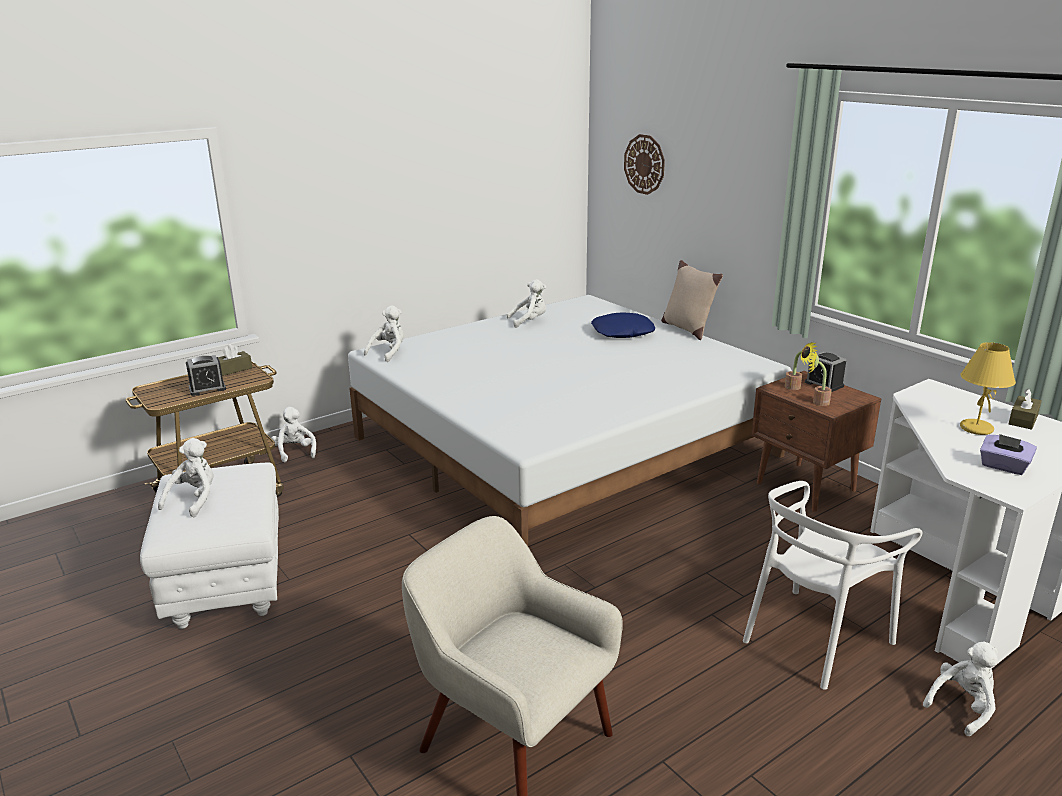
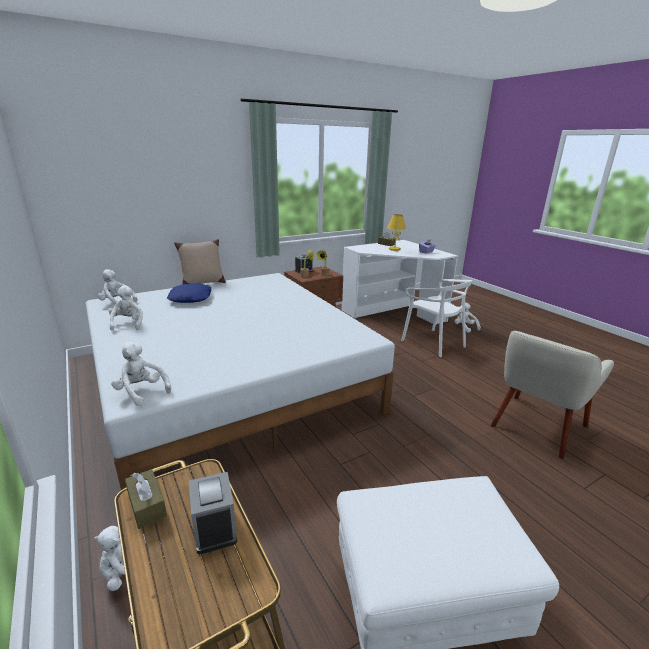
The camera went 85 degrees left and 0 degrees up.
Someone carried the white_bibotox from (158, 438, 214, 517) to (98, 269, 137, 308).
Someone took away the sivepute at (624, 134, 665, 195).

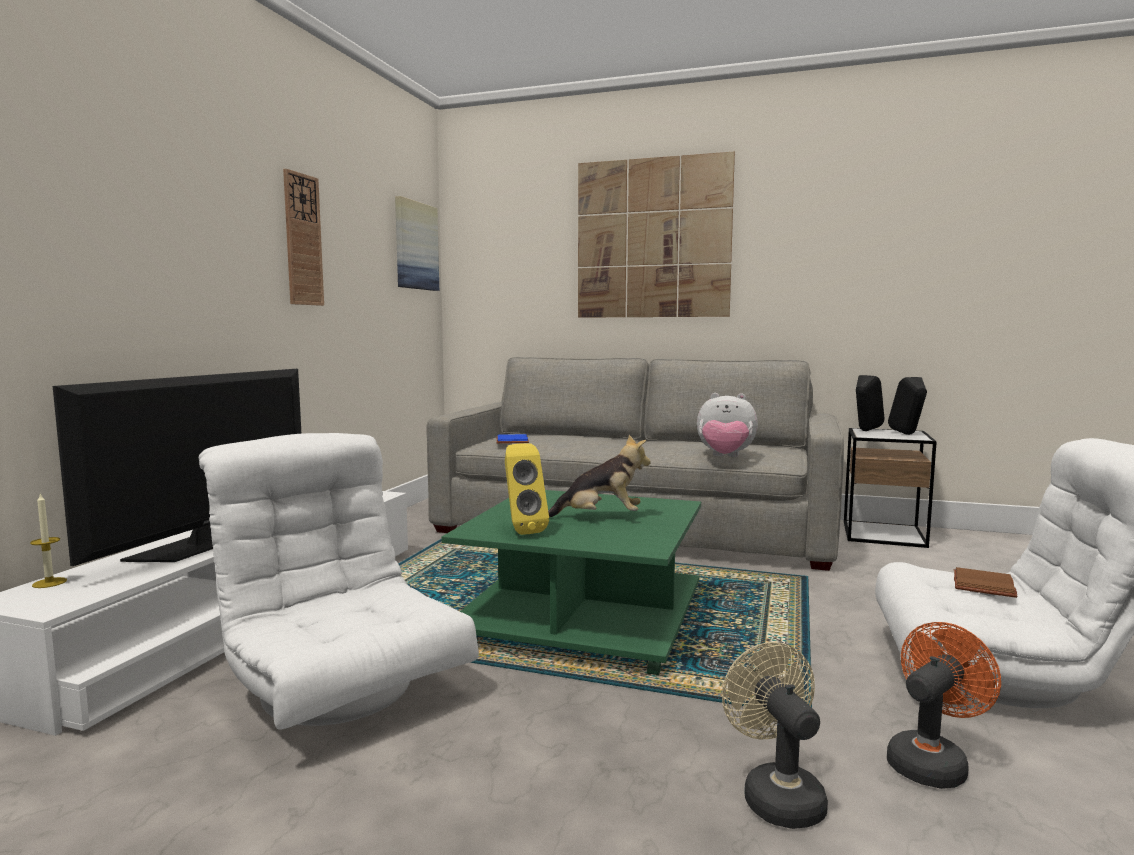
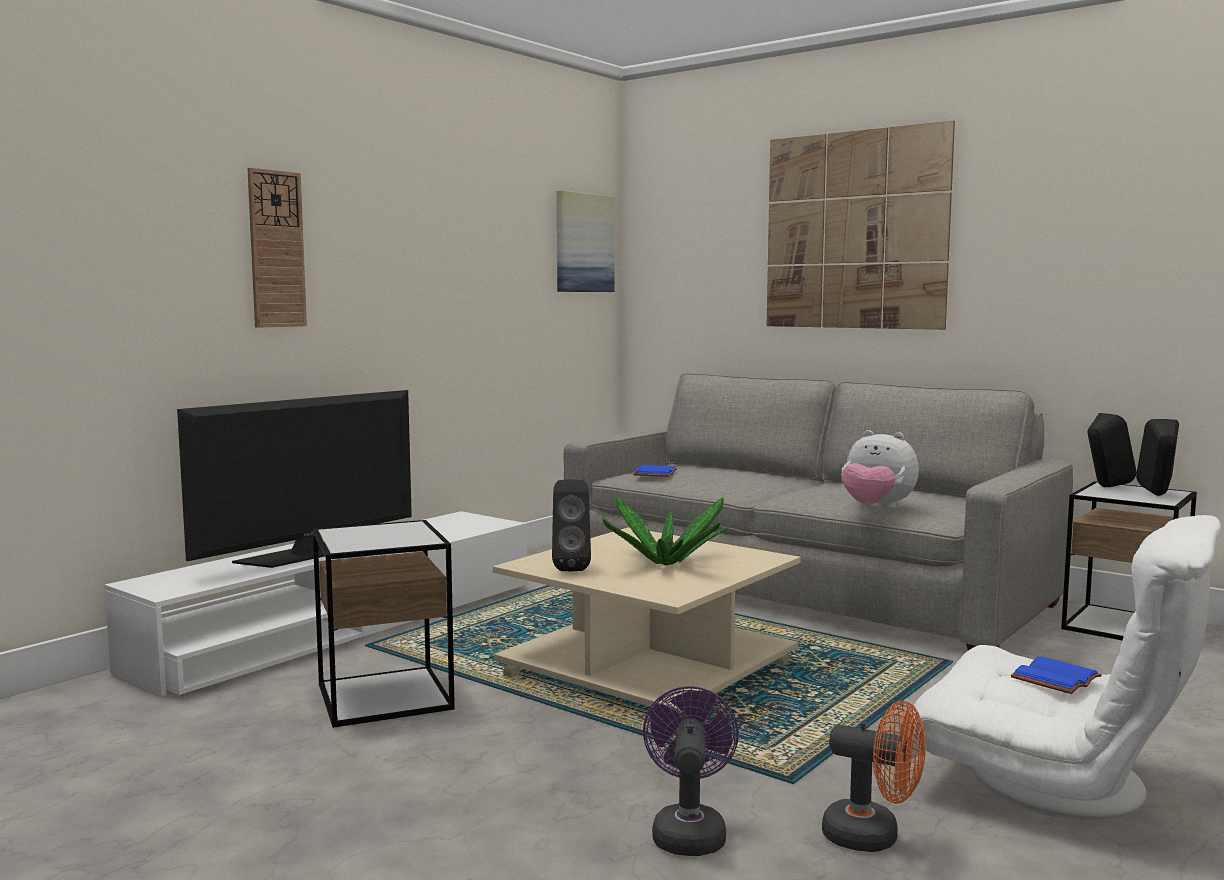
The camera went 20 degrees right and 0 degrees up.
Someone took away the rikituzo at (30, 493, 67, 588).
Someone swapped the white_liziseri at (199, 433, 479, 730) for the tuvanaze at (313, 520, 455, 728).
Someone carried the sivepute from (283, 169, 324, 306) to (247, 168, 307, 328).
Someone repainted the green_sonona at (441, 490, 701, 676), which became the beige_sonona at (493, 527, 801, 713).
Someone repainted the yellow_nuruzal at (505, 443, 549, 535), which became the black_nuruzal at (552, 479, 591, 571).
Someone swapped the bibotox at (548, 435, 651, 518) for the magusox at (601, 496, 730, 566).
Someone repainted the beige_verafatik at (722, 642, 828, 829), which became the purple_verafatik at (643, 686, 739, 856).
Someone rotated the orange_verafatik at (887, 622, 1001, 789) by 45 degrees clockwise.
Someone repainted the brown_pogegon at (954, 567, 1017, 598), which became the blue_pogegon at (1011, 656, 1102, 694).

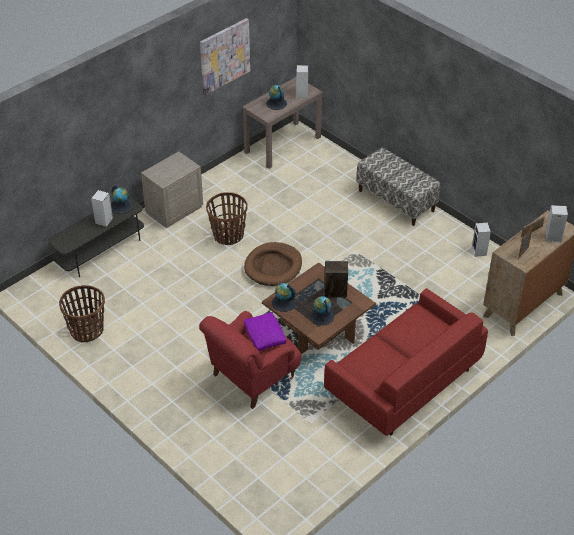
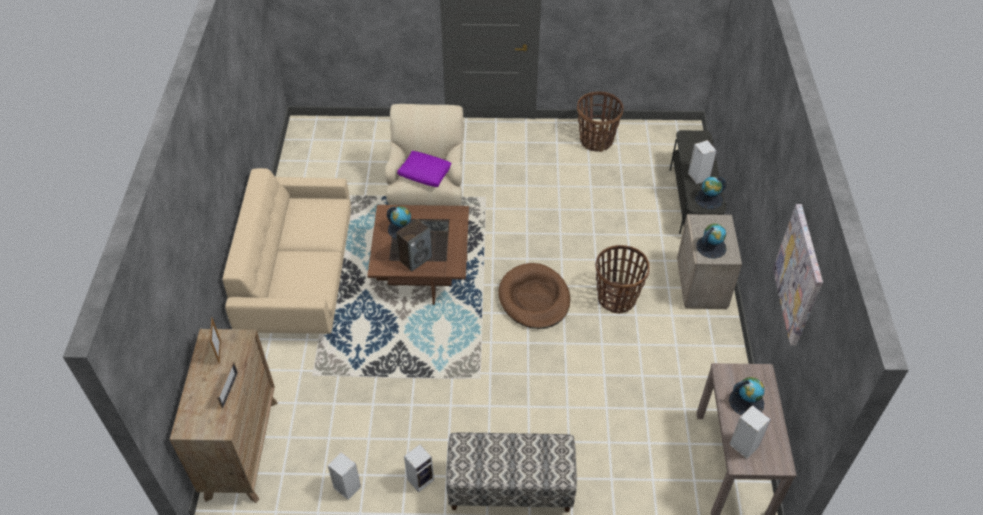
The camera went 135 degrees right and 5 degrees up.
Someone repainted the red_liziseri at (199, 311, 302, 409), which became the beige_liziseri at (385, 104, 464, 206).
Someone carried the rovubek from (272, 283, 296, 312) to (696, 223, 727, 259).
Someone repainted the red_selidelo at (324, 288, 488, 436), which became the beige_selidelo at (223, 168, 351, 334).
Someone carried the nuruzal from (545, 205, 568, 242) to (404, 444, 434, 492).

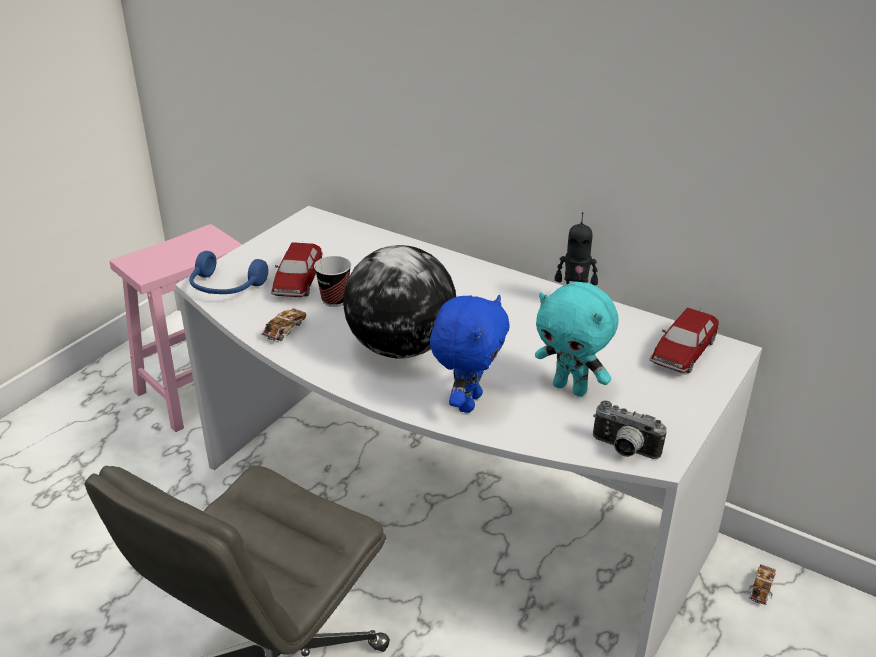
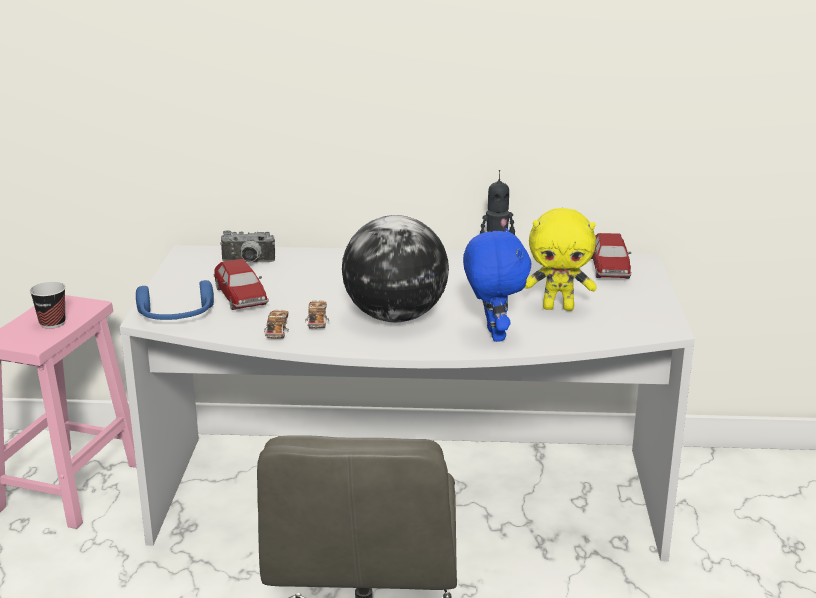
The camera went 30 degrees left and 10 degrees down.
Someone carried the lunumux from (314, 256, 351, 307) to (30, 282, 66, 329).
Someone repainted the turquoise_bibotox at (535, 282, 619, 397), which became the yellow_bibotox at (524, 208, 597, 311).
Someone carried the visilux from (593, 400, 667, 459) to (220, 230, 275, 262).
Someone carried the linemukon from (749, 564, 776, 605) to (305, 300, 329, 328).

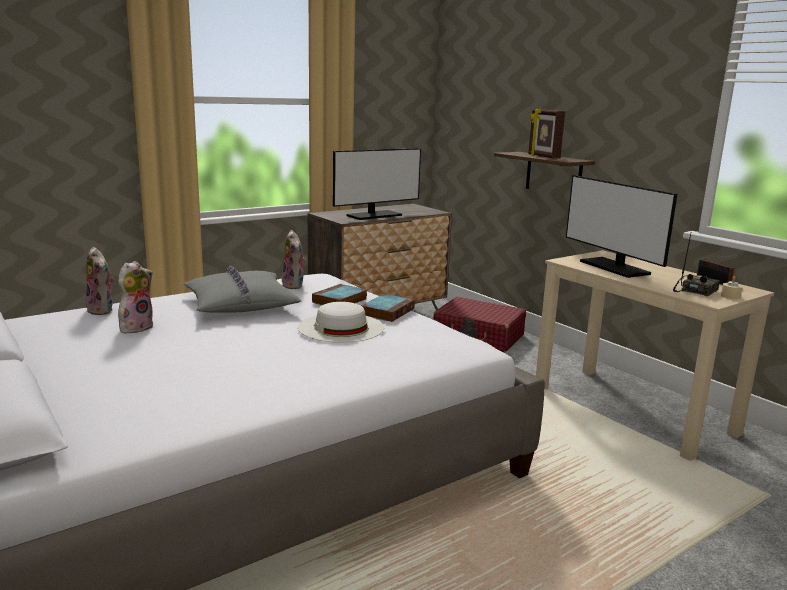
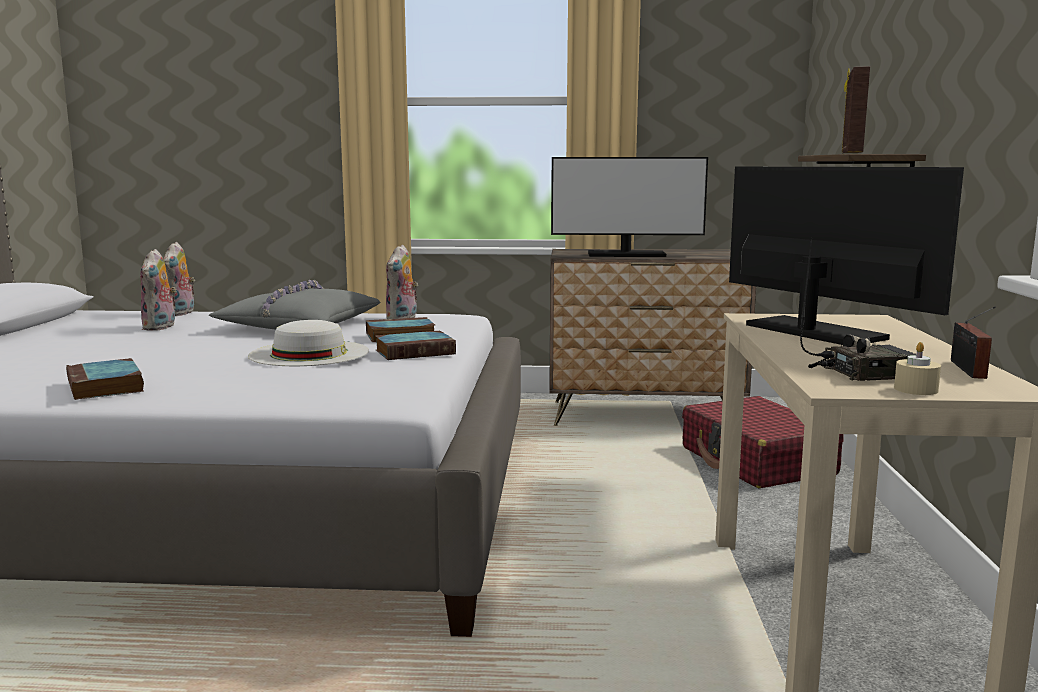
The camera went 40 degrees right and 5 degrees down.
Someone rotated the bibotox at (118, 261, 153, 333) by 105 degrees clockwise.
Someone rotated the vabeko at (566, 175, 677, 278) by 135 degrees clockwise.
Someone put down the pogegon at (66, 358, 144, 400).

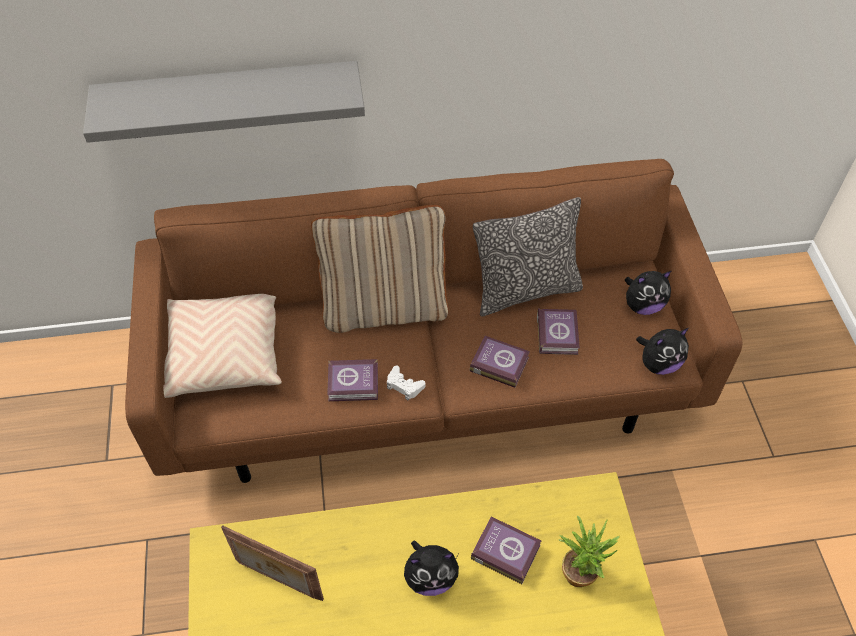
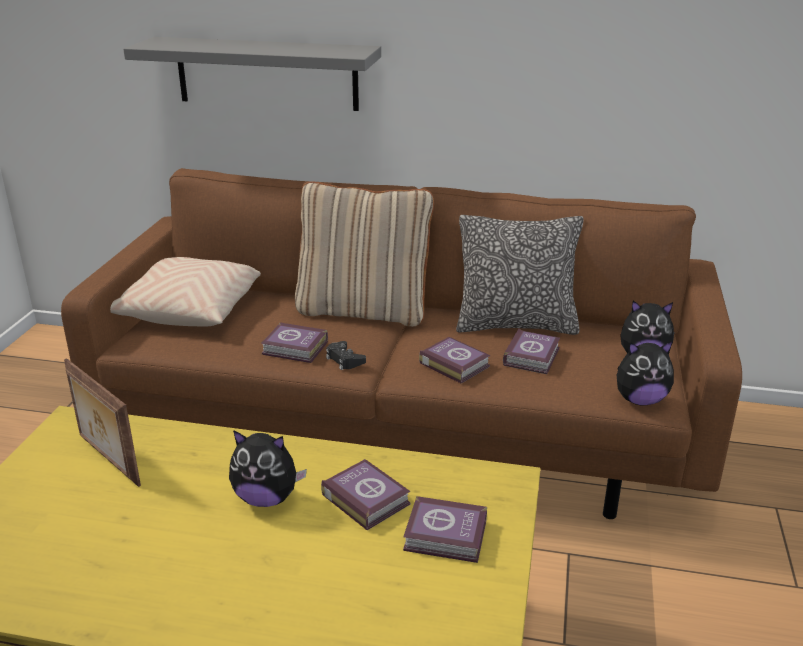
The camera went 20 degrees right and 25 degrees down.
Someone repainted the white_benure at (387, 366, 426, 400), which became the black_benure at (326, 341, 366, 370).
Someone swapped the magusox at (559, 515, 620, 587) for the pogegon at (403, 496, 487, 563).

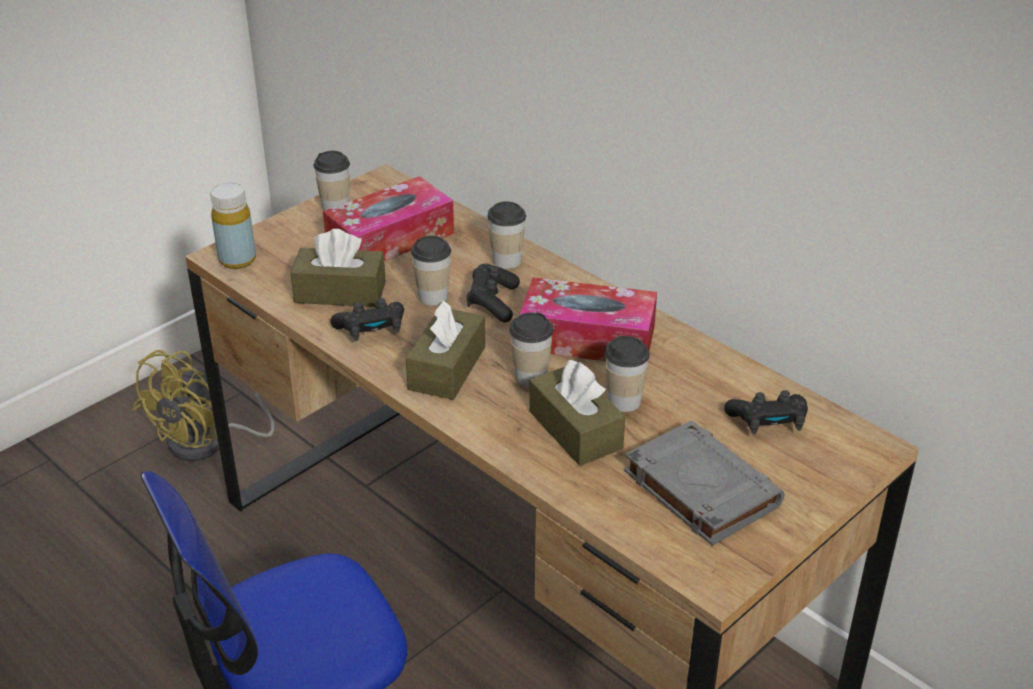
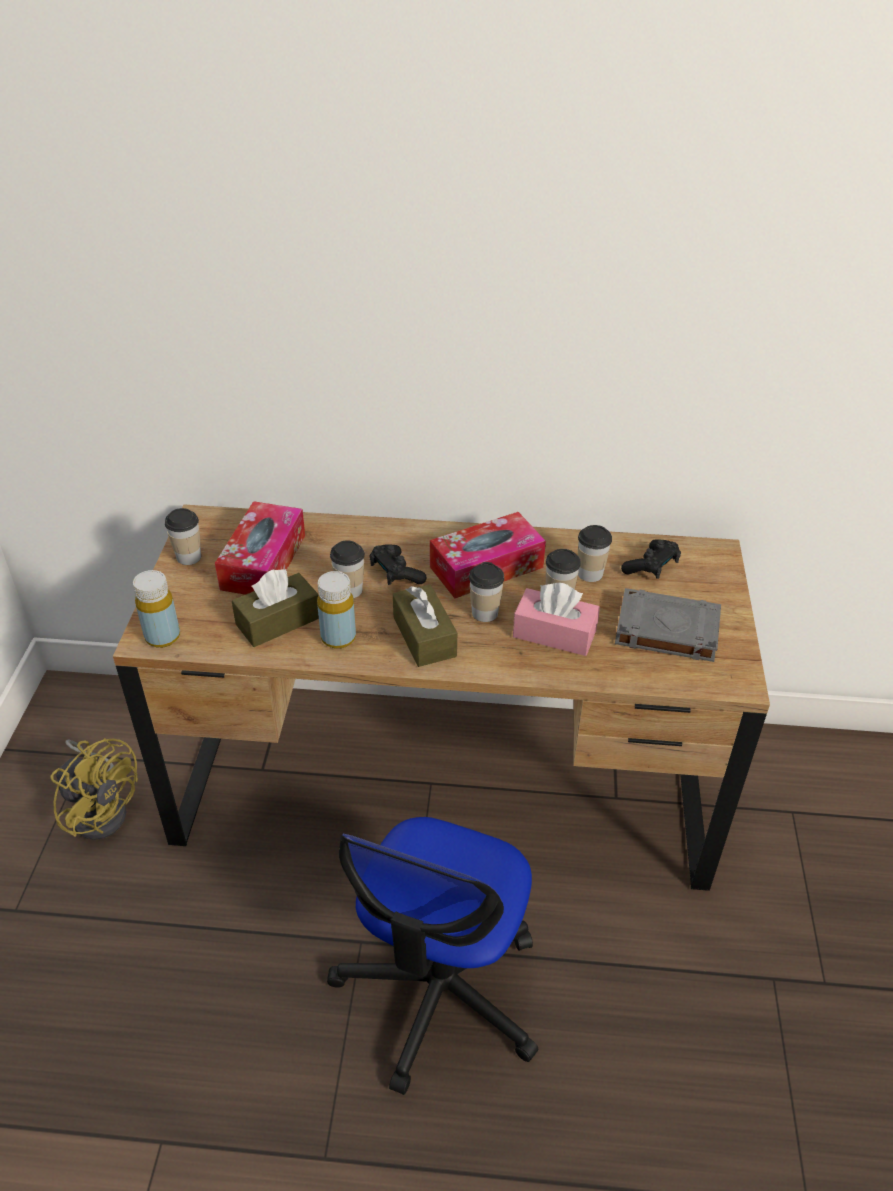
The camera went 40 degrees left and 5 degrees up.
Someone rotated the yellow_verafatik at (133, 350, 275, 461) by 45 degrees counterclockwise.
Someone swapped the black_benure at (330, 298, 404, 341) for the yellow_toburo at (317, 571, 356, 649).
Someone carried the lunumux from (488, 201, 526, 269) to (578, 525, 612, 582).
Someone repainted the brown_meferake at (529, 359, 625, 466), which became the pink_meferake at (513, 582, 600, 656).

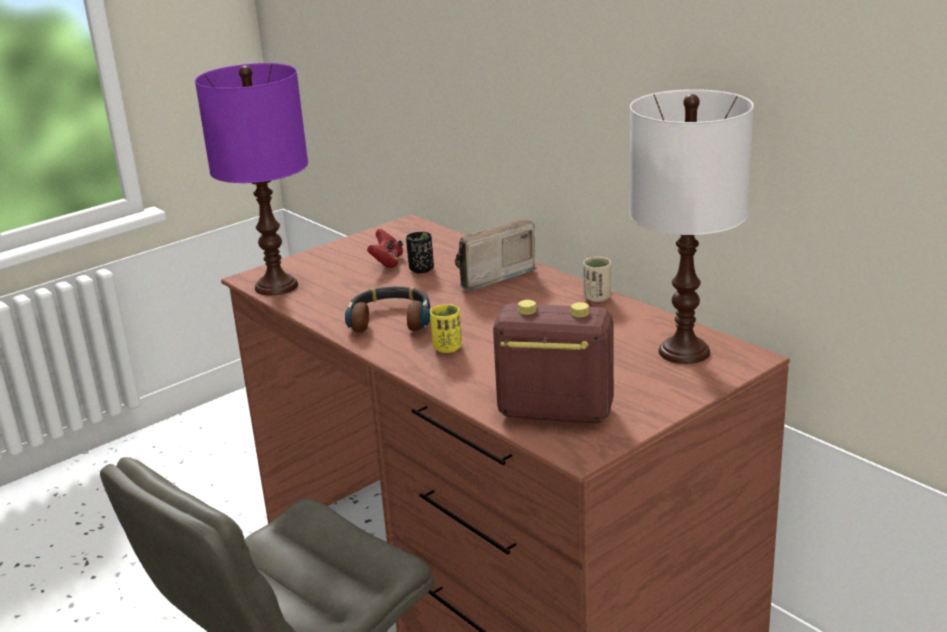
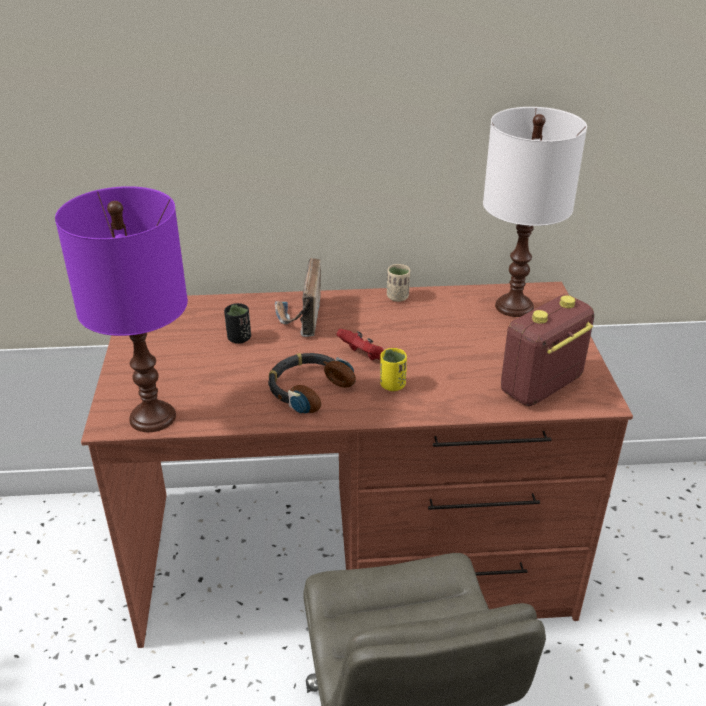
The camera went 55 degrees left and 10 degrees up.
Someone carried the red_benure from (367, 229, 403, 268) to (336, 329, 384, 361).

